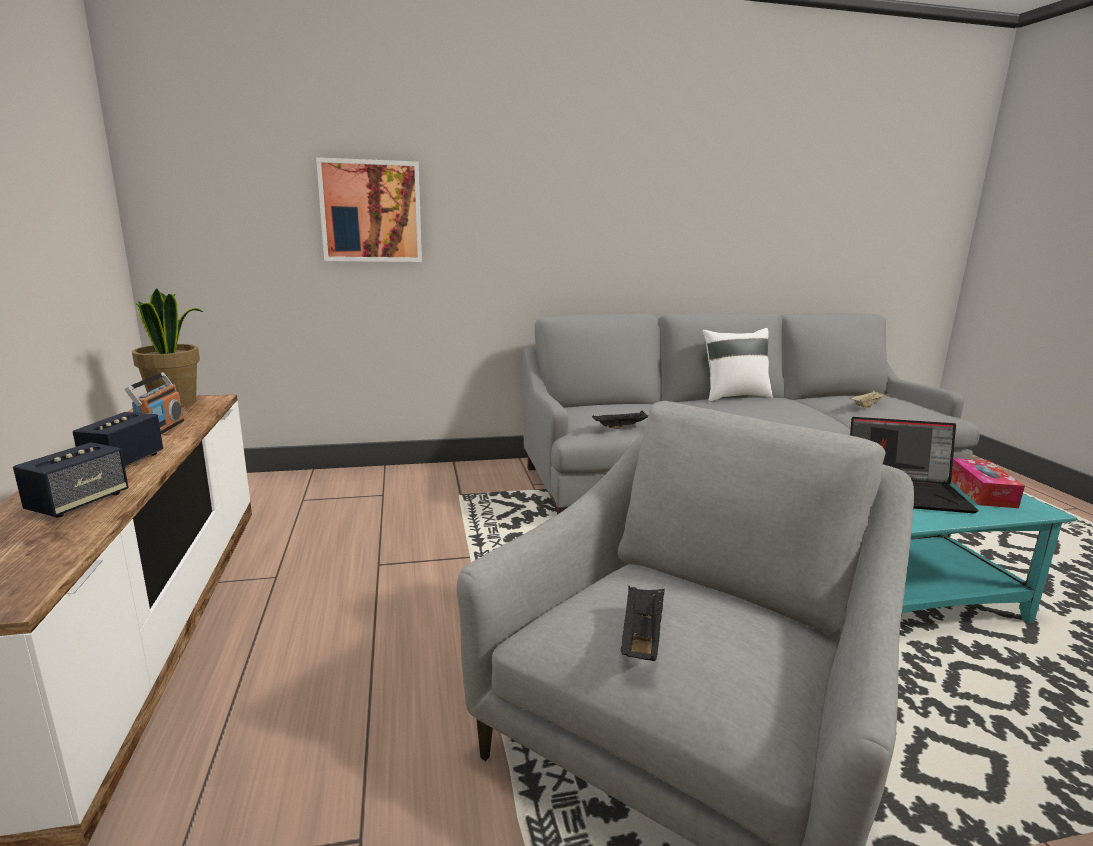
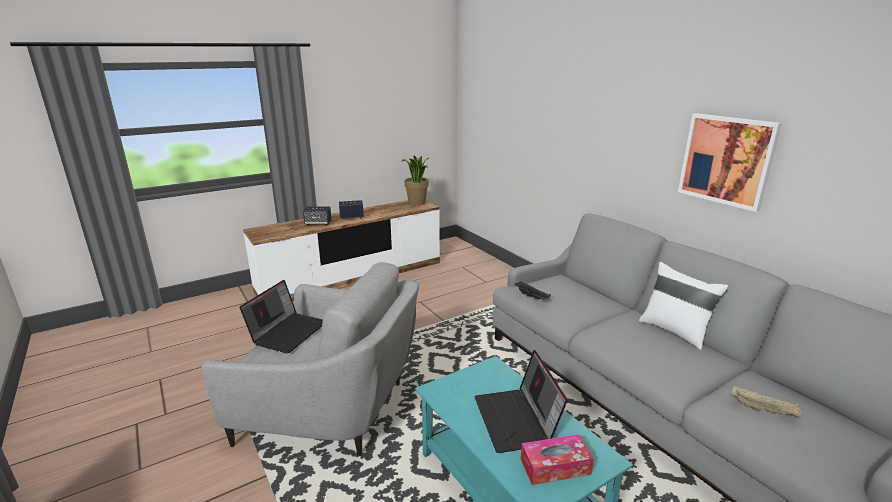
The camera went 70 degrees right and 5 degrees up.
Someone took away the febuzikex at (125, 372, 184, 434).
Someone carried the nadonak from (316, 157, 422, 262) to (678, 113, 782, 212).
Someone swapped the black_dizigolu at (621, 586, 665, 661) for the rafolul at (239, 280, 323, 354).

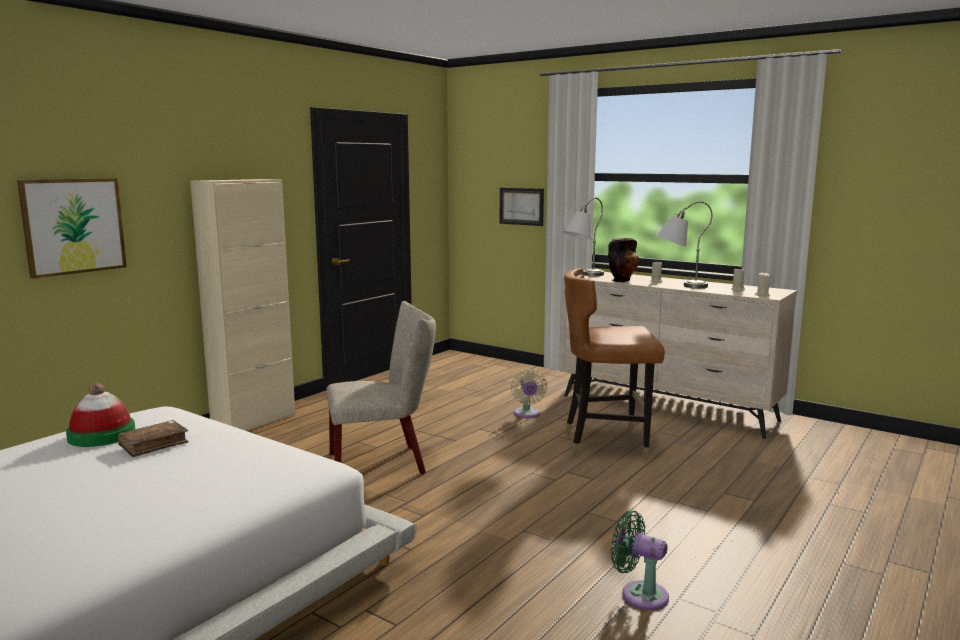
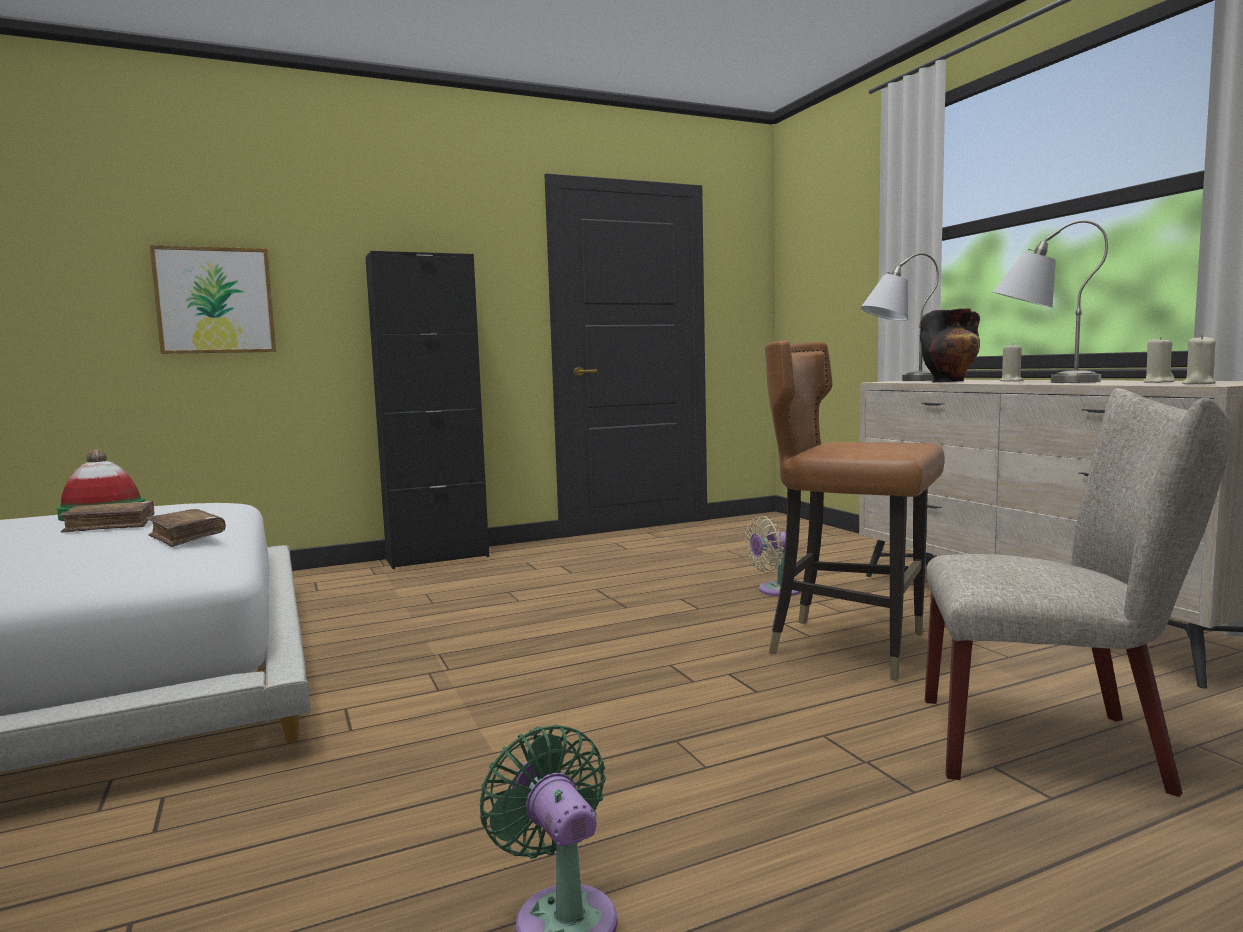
The camera went 30 degrees right and 5 degrees down.
Someone repainted the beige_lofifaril at (190, 179, 295, 431), which became the black_lofifaril at (365, 251, 489, 569).
Someone carried the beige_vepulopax from (326, 301, 436, 474) to (925, 388, 1232, 797).
Someone took away the nadonak at (500, 188, 544, 226).
Someone rotated the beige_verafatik at (511, 369, 547, 418) by 45 degrees clockwise.
Someone put down the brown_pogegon at (146, 509, 226, 547).

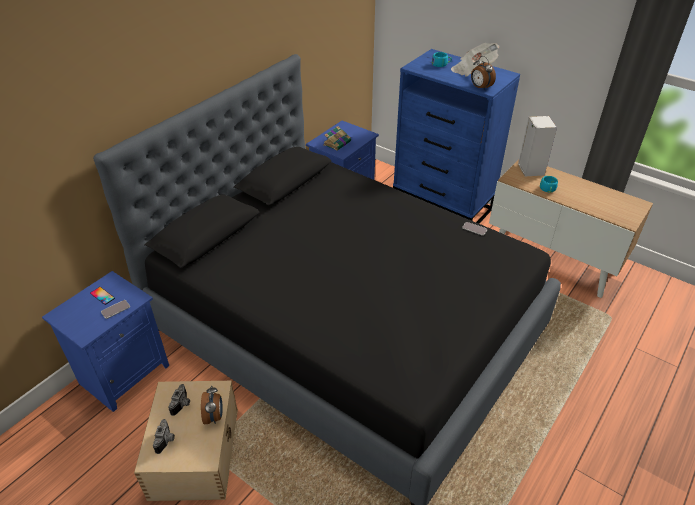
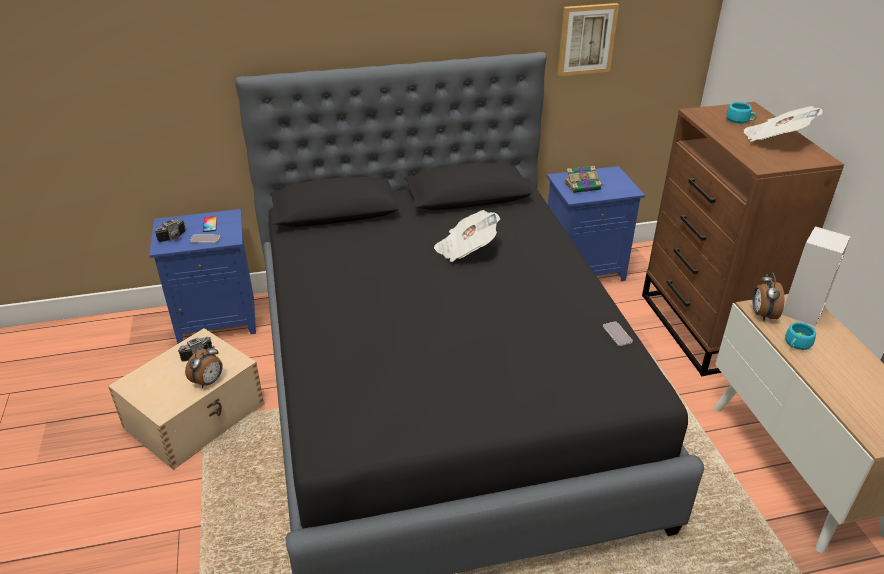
The camera went 40 degrees right and 5 degrees down.
Someone carried the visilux from (153, 419, 175, 454) to (155, 219, 186, 242).
Someone repainted the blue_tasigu at (393, 49, 520, 223), which became the brown_tasigu at (642, 102, 844, 376).
Someone carried the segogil from (471, 56, 496, 91) to (752, 272, 785, 321).
Someone put down the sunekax at (434, 210, 500, 262).
Someone put up the nadonak at (558, 3, 619, 76).

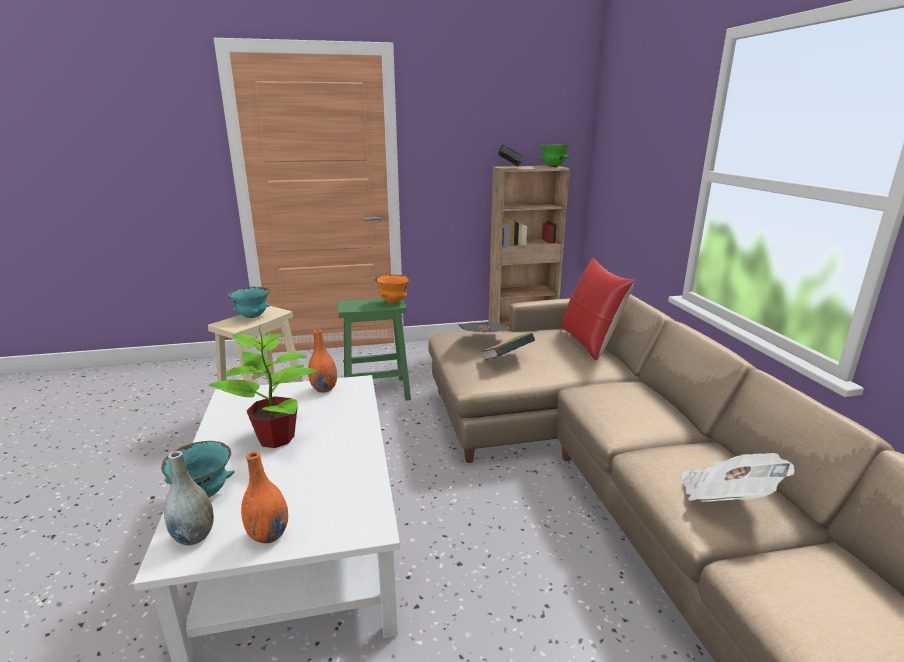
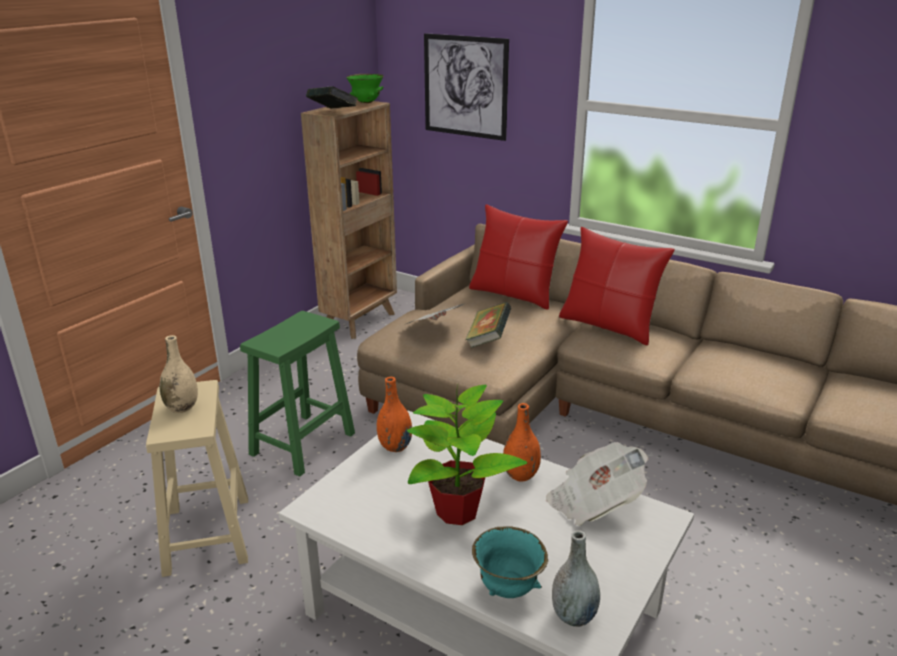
The camera went 45 degrees left and 5 degrees up.
Someone swapped the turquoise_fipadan at (228, 287, 270, 318) for the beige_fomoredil at (160, 335, 198, 413).
Someone carried the orange_fomoredil from (241, 451, 288, 543) to (503, 403, 541, 481).
Someone took away the orange_fipadan at (375, 275, 410, 303).
Someone carried the sunekax from (681, 453, 794, 502) to (546, 442, 649, 526).
Someone put up the nadonak at (424, 33, 509, 141).
Someone put down the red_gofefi at (559, 227, 675, 345).

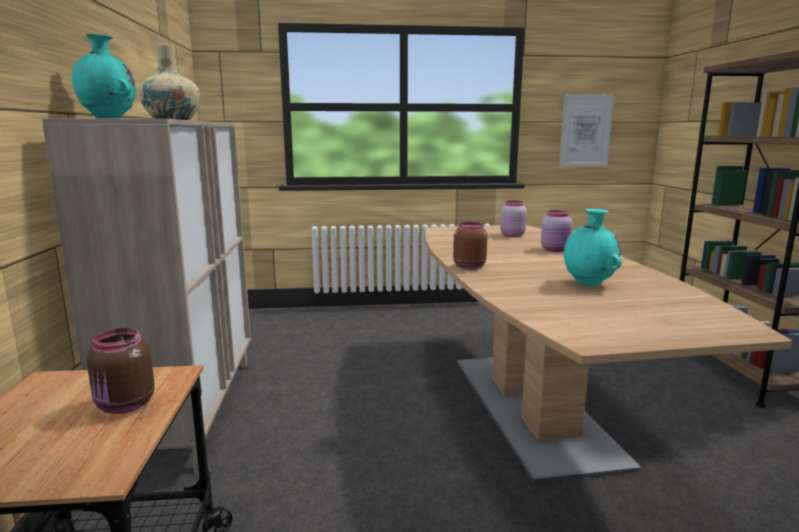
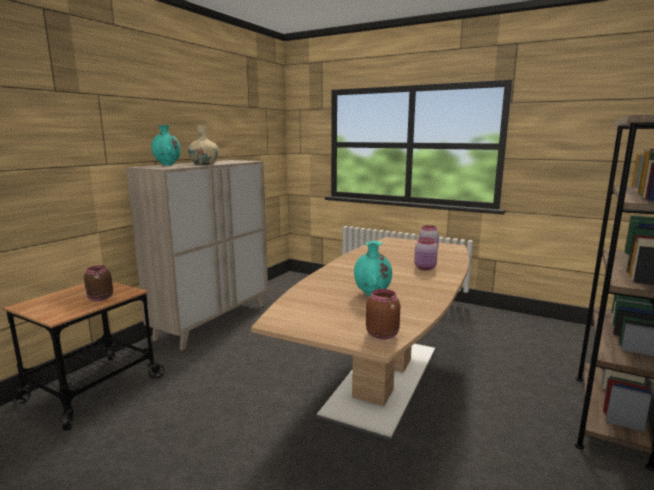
The camera went 35 degrees right and 0 degrees up.
Someone carried the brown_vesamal from (453, 222, 487, 270) to (366, 289, 400, 340).
Someone took away the nadonak at (559, 94, 614, 166).

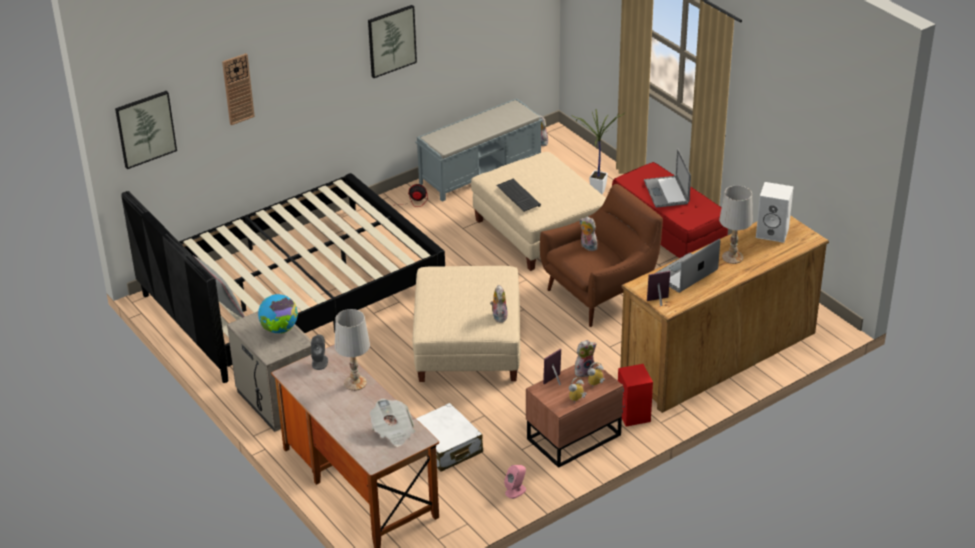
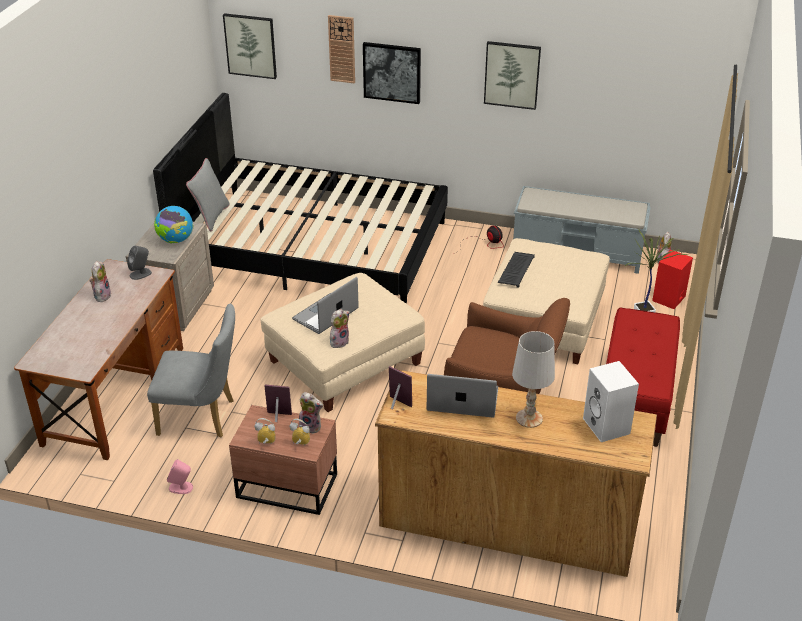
The camera went 50 degrees right and 0 degrees up.
Someone took away the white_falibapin at (335, 309, 370, 391).
Someone took away the sunekax at (370, 398, 416, 447).
Someone swapped the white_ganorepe at (416, 403, 483, 471) for the grey_vepulopax at (147, 304, 235, 438).
Someone carried the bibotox from (580, 216, 597, 251) to (89, 261, 111, 302).
Someone carried the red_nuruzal from (618, 364, 653, 427) to (652, 250, 693, 309).
Someone carried the rafolul from (644, 148, 691, 208) to (292, 277, 359, 334).
Someone put up the nadonak at (363, 42, 421, 104).

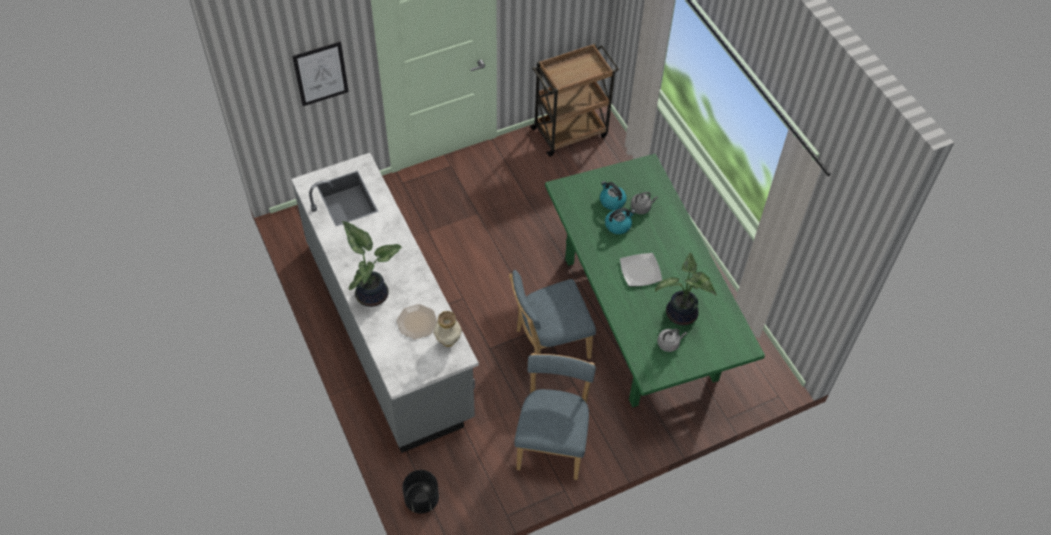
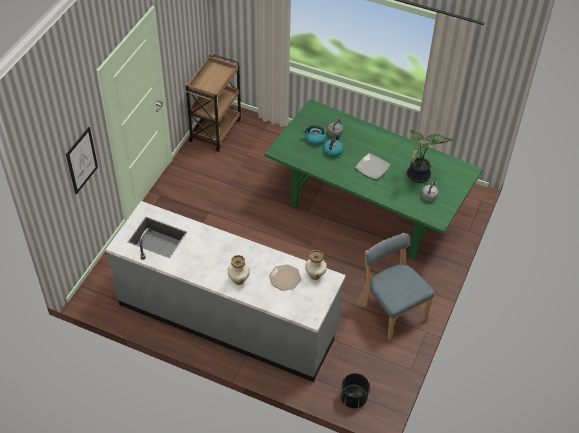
The camera went 40 degrees left and 5 degrees down.
Someone swapped the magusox at (343, 221, 402, 307) for the fomoredil at (228, 255, 249, 285).
Someone took away the blue_vepulopax at (509, 270, 596, 359).

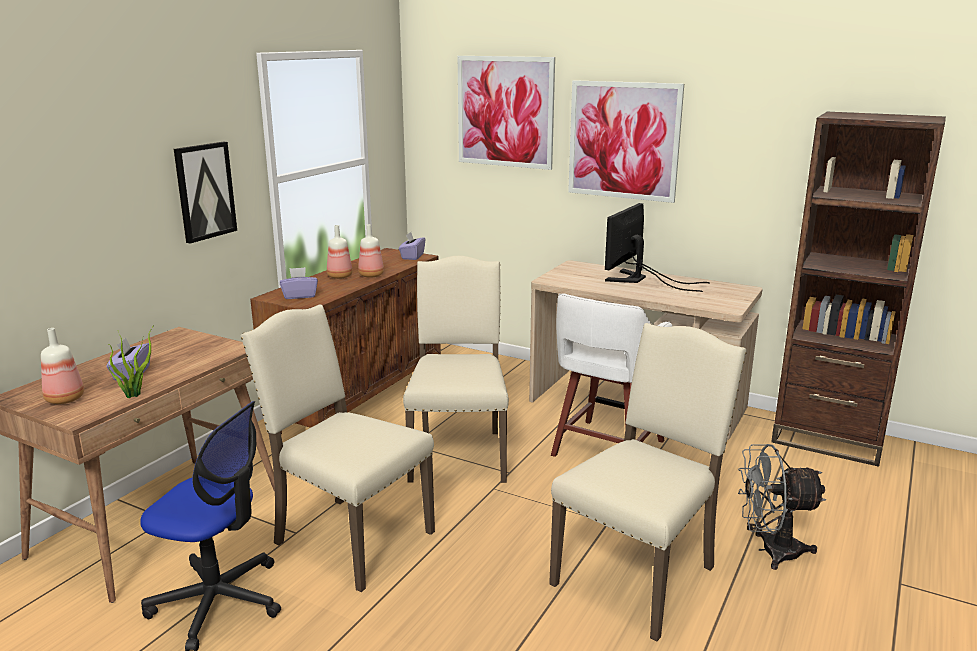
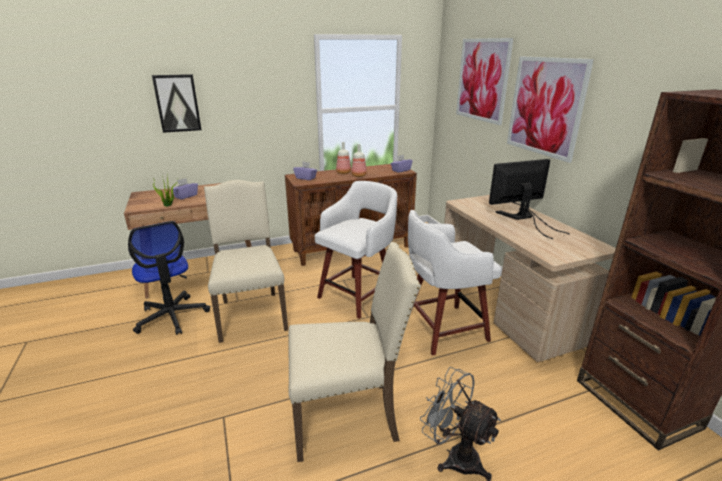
The camera went 40 degrees right and 5 degrees up.
Someone took away the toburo at (41, 328, 84, 404).
Someone carried the nadonak from (174, 142, 237, 243) to (152, 74, 201, 133).
Someone swapped the beige_vepulopax at (403, 256, 509, 483) for the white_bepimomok at (315, 181, 397, 319).

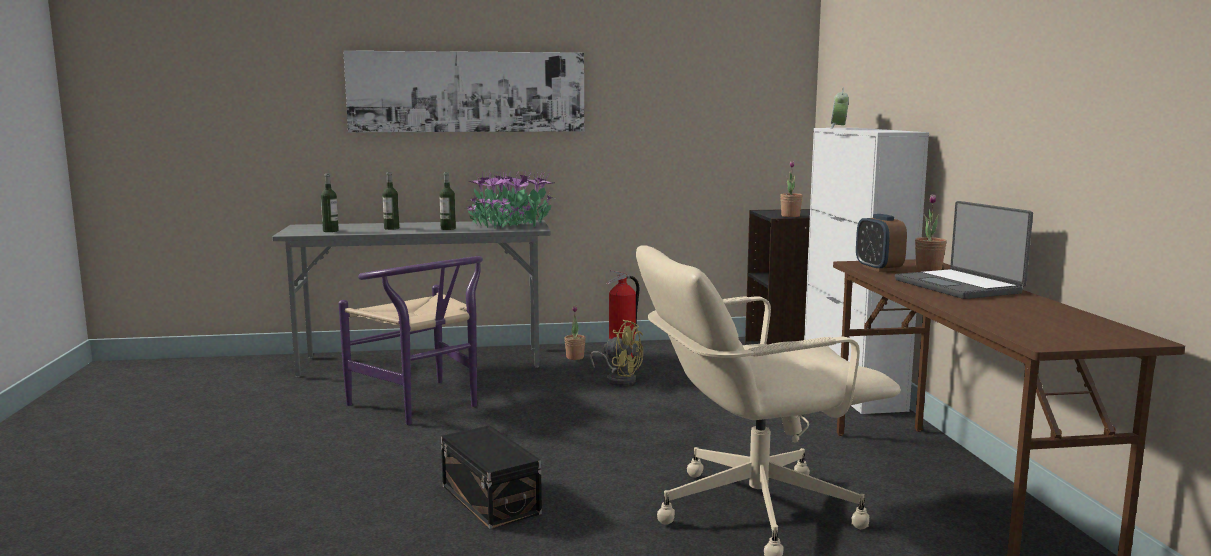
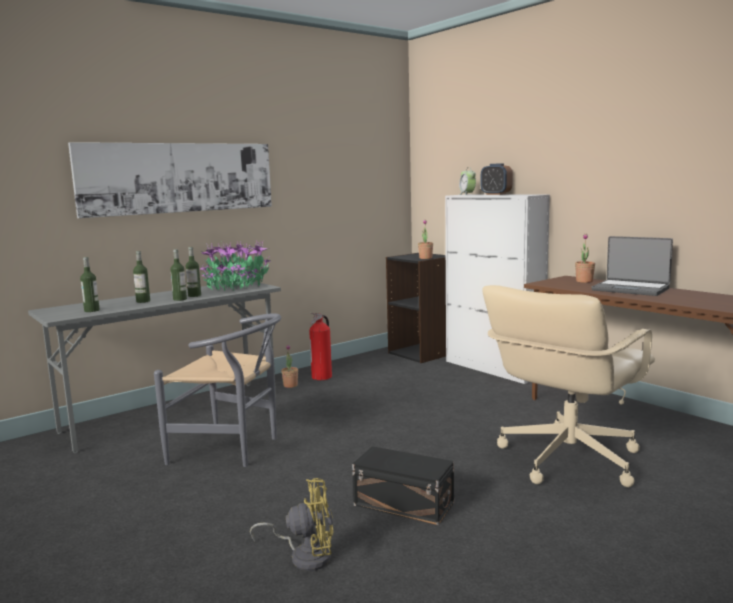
The camera went 30 degrees left and 0 degrees up.
Someone repainted the purple_vepulopax at (338, 256, 483, 425), which became the grey_vepulopax at (154, 313, 281, 467).
Someone carried the yellow_verafatik from (590, 320, 643, 386) to (250, 478, 333, 571).
Someone carried the segogil from (856, 214, 907, 272) to (481, 163, 513, 195).
Someone put down the toburo at (170, 249, 187, 301).

